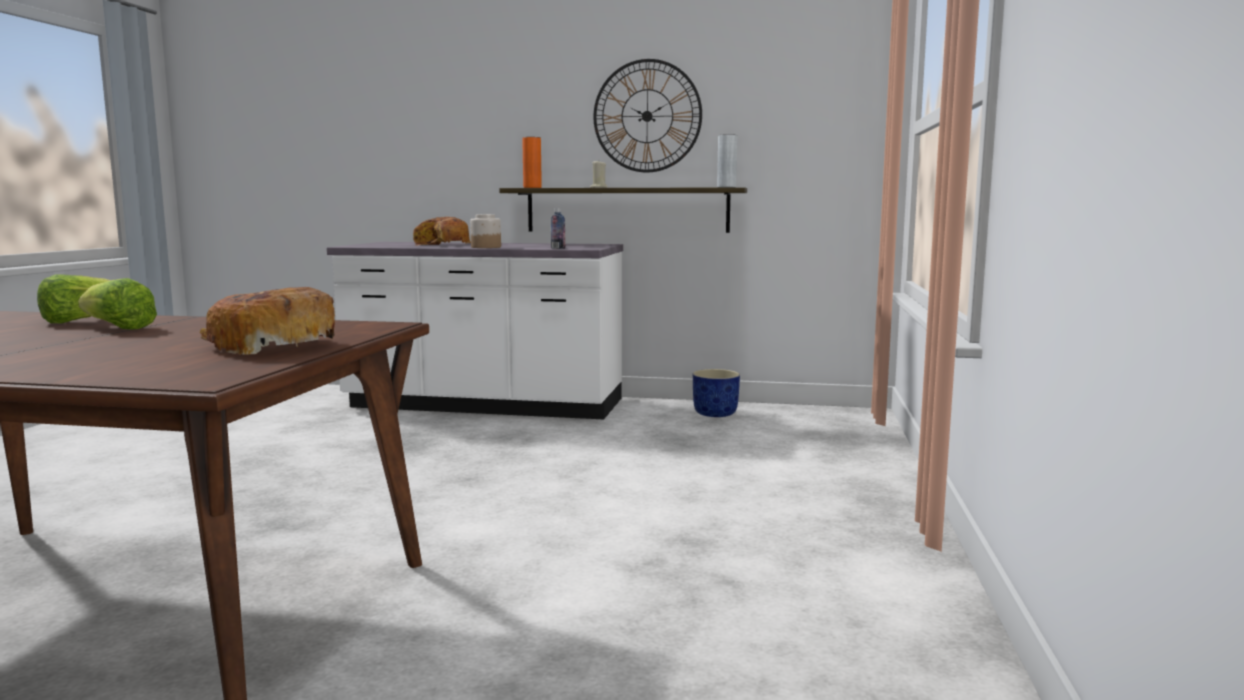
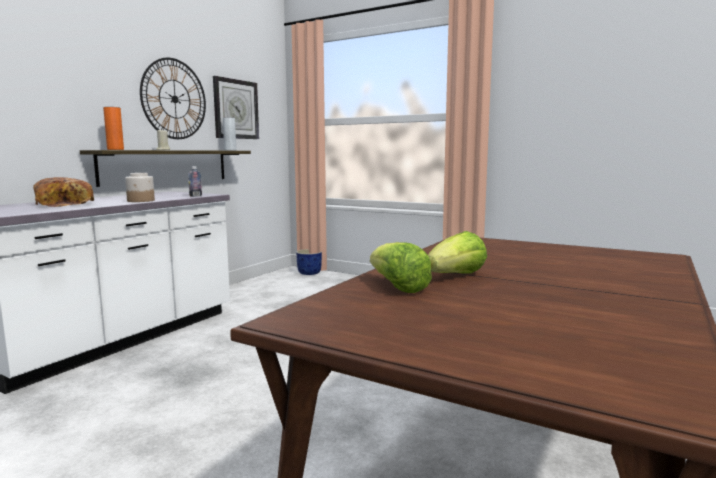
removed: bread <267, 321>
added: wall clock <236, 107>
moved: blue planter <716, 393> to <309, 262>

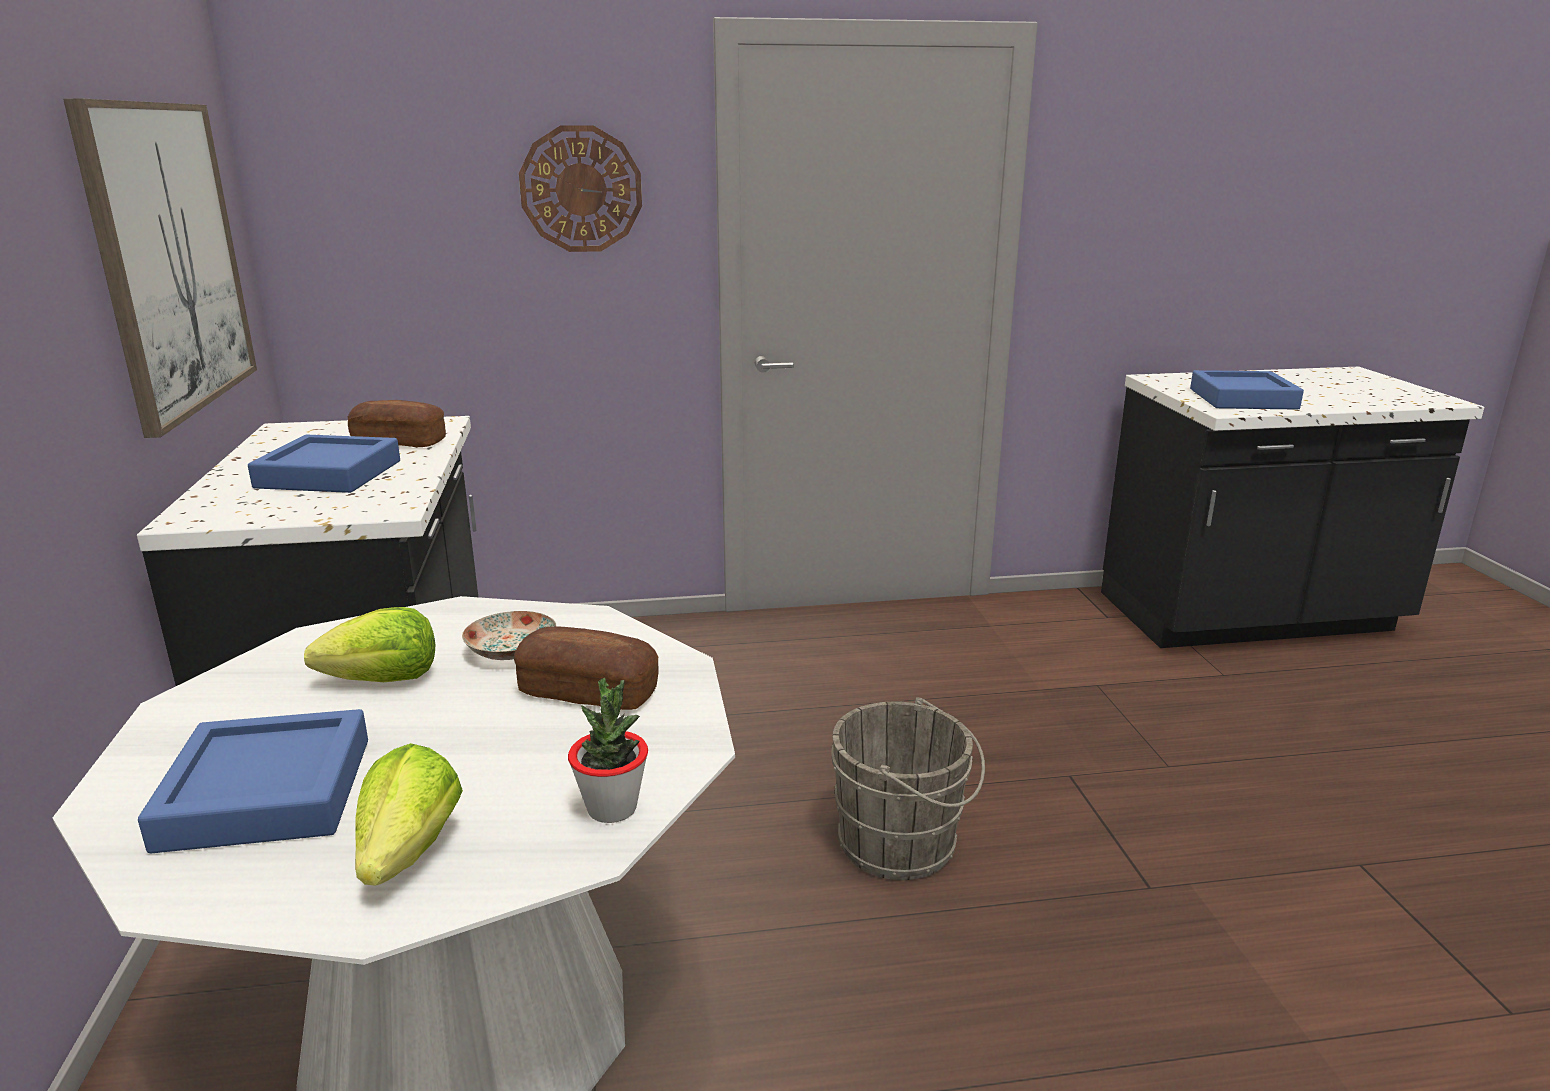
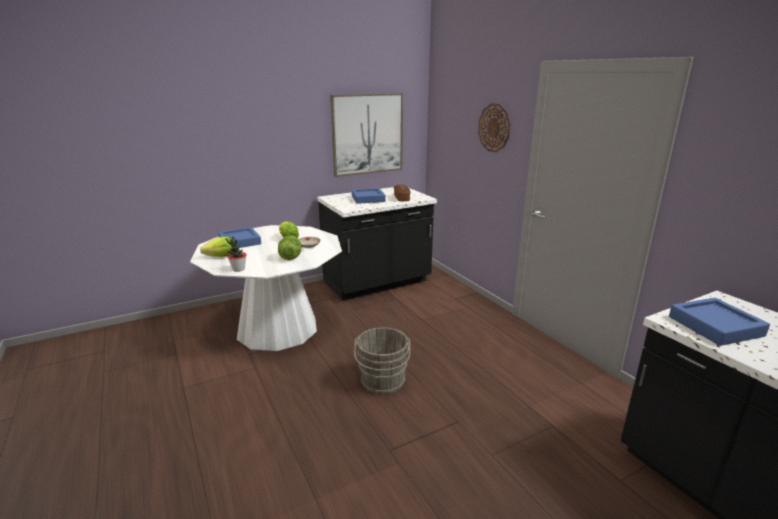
replaced: bread <586, 668> to lettuce <289, 248>

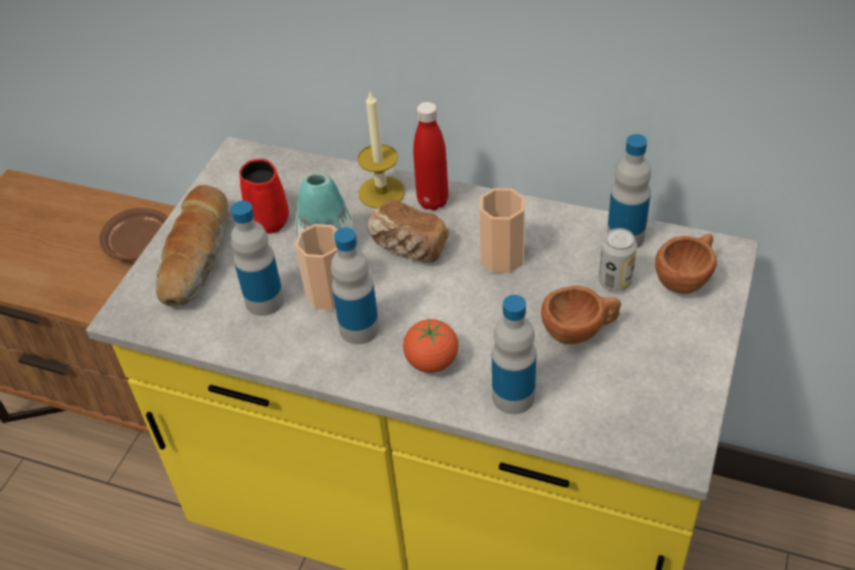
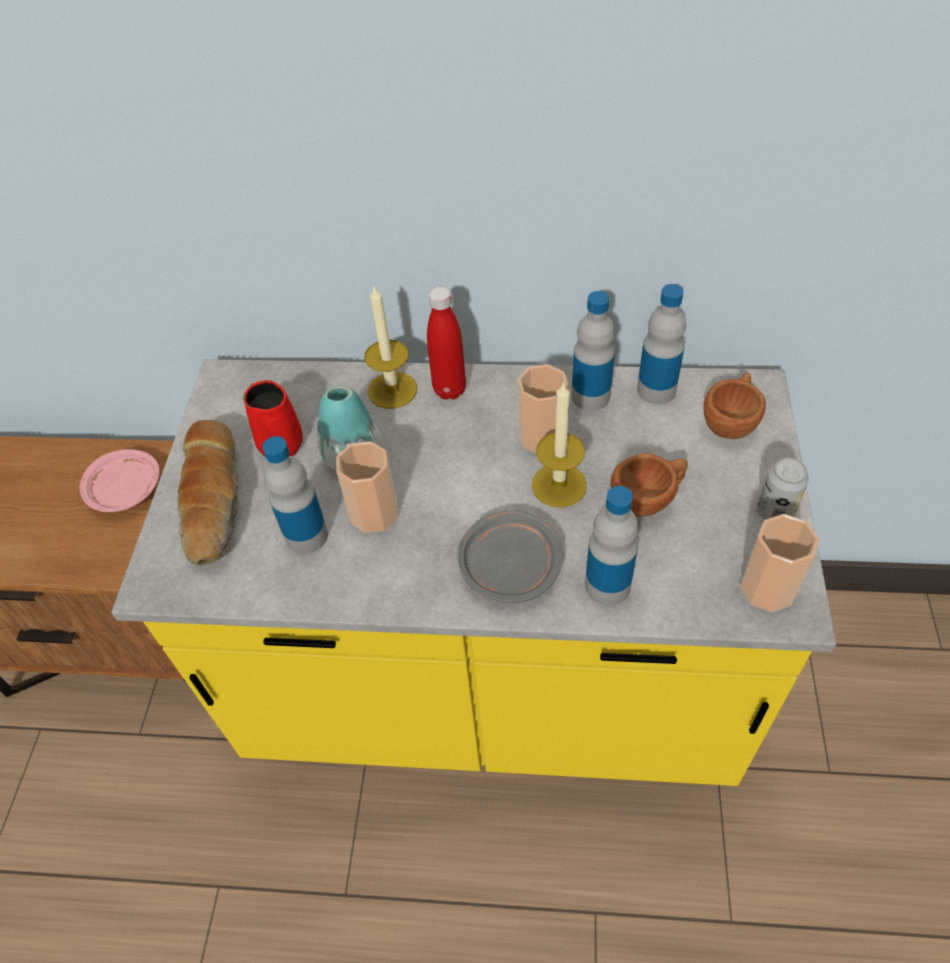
removed: bread <407, 231>
added: candle <559, 444>; cup <779, 563>
moved: bottle <355, 285> to <593, 351>; can <618, 260> to <783, 489>
replaced: tomato <431, 346> to grey plate <510, 556>
recoloured: brown plate <133, 234> to pink plate <120, 480>

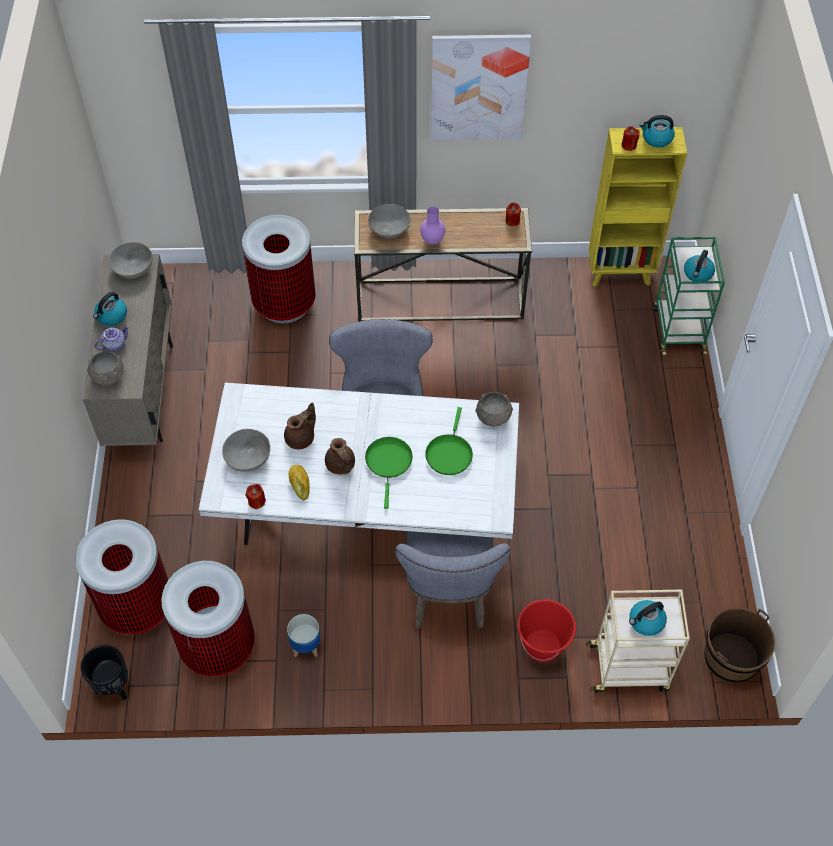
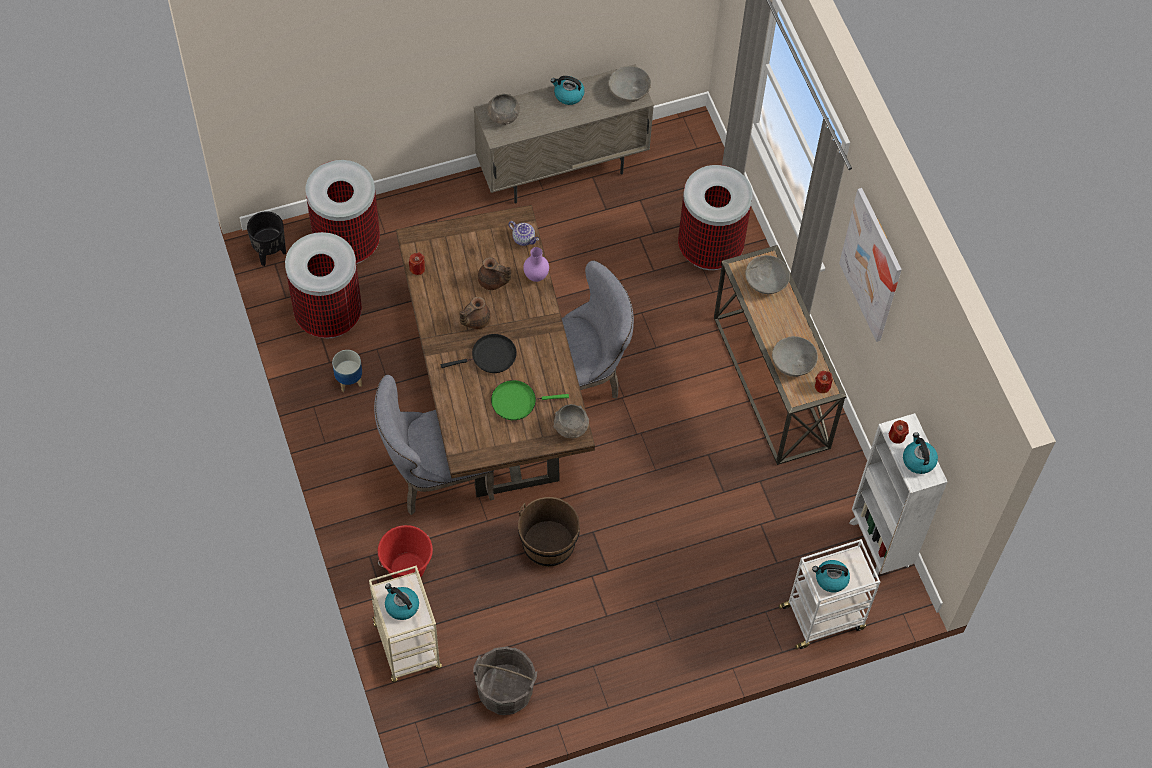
removed: bread <299, 482>
added: grey bucket <505, 680>
moved: purple vase <432, 225> to <536, 264>; teapot <112, 338> to <523, 233>; grey bowl <246, 450> to <795, 356>; brown bucket <739, 645> to <549, 532>
recoloured: yellow bookcase <638, 207> to white bookcase <898, 495>; green cart <689, 296> to white cart <829, 594>; white dining table <359, 464> to brown dining table <495, 351>; green frying pan <389, 473> to black frying pan <479, 353>

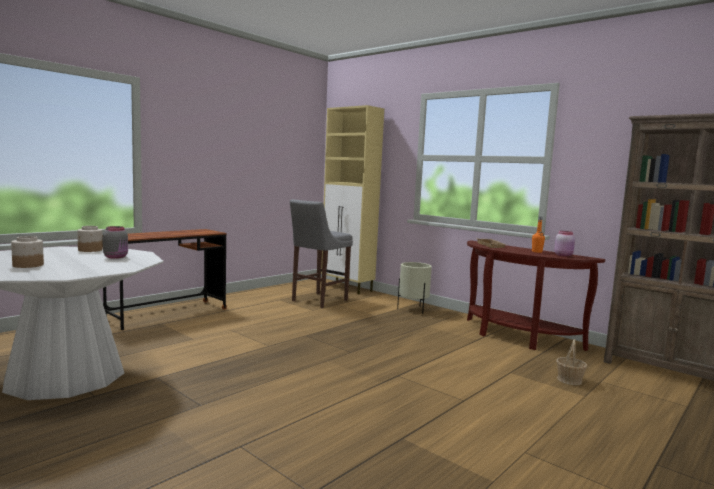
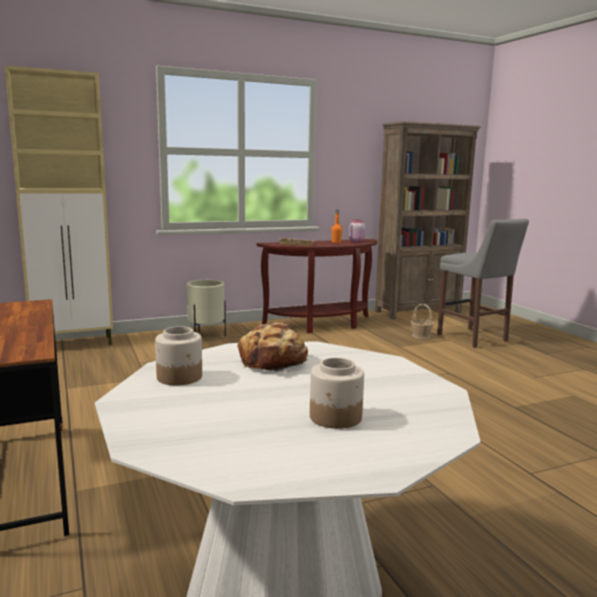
moved: grey stool <321, 253> to <483, 283>
replaced: grey jar <115, 242> to bread <273, 348>

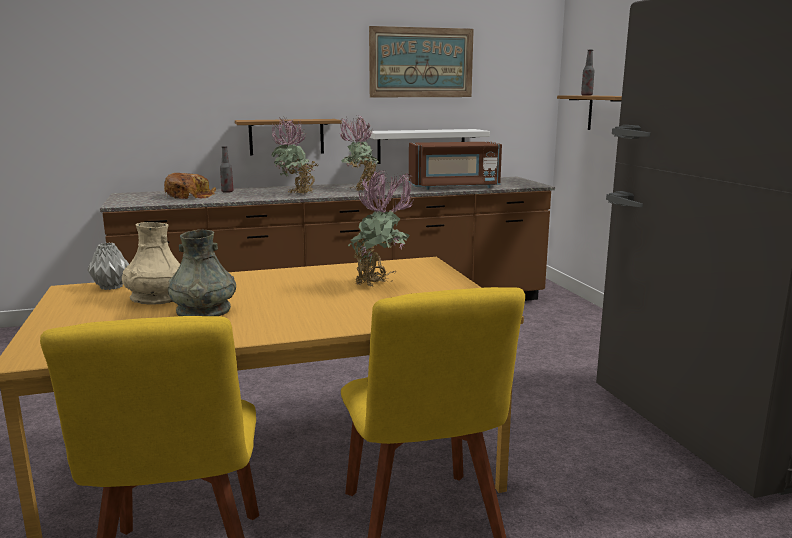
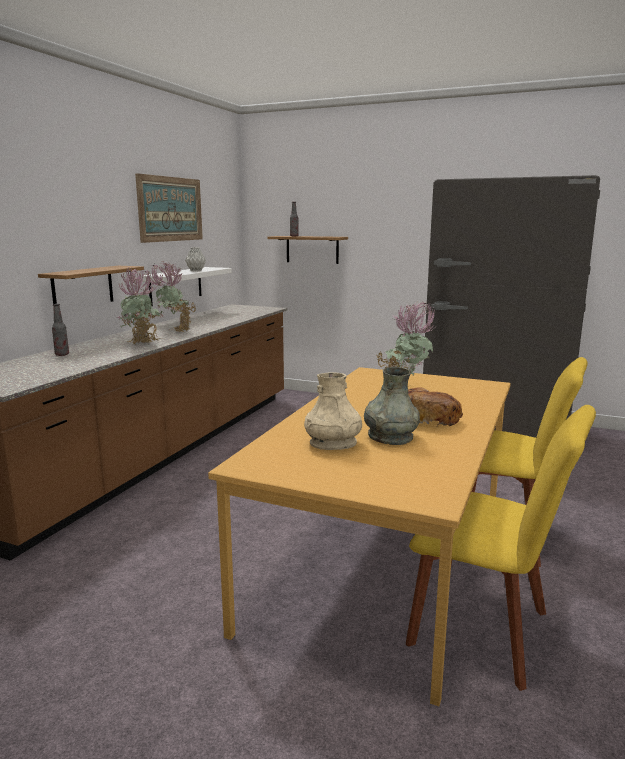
removed: brown microwave <455, 166>
moved: bread <190, 186> to <435, 407>; grey vase <108, 266> to <195, 259>

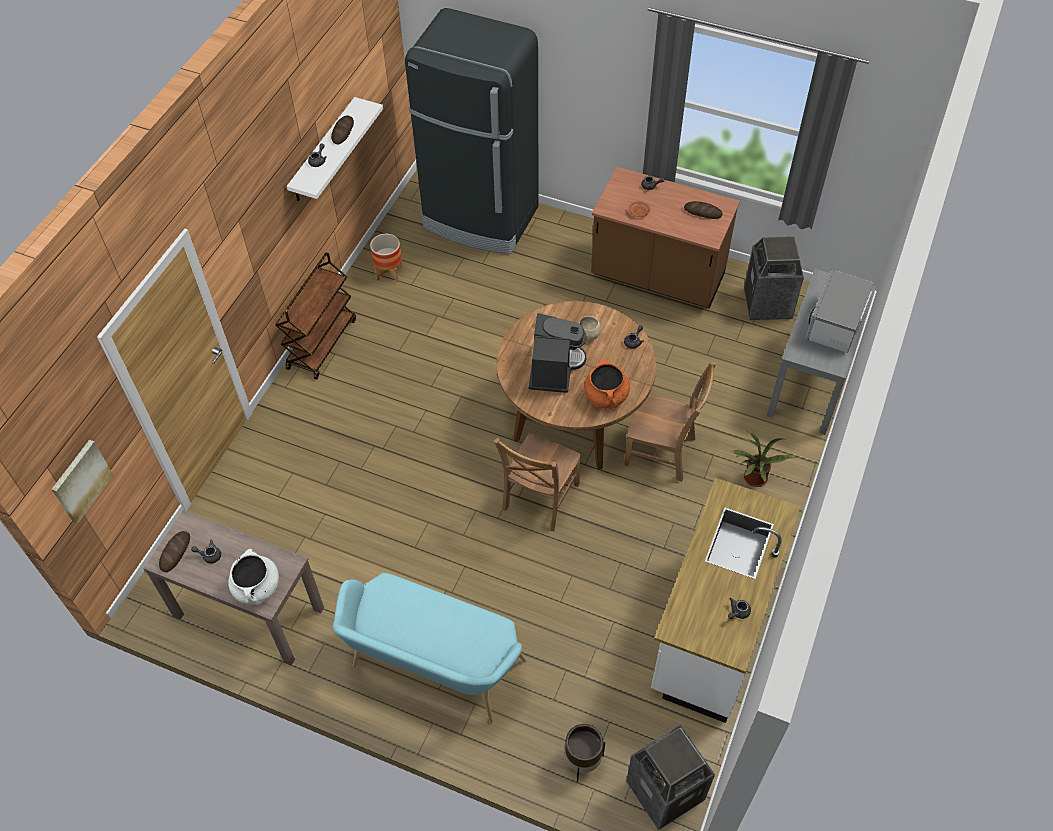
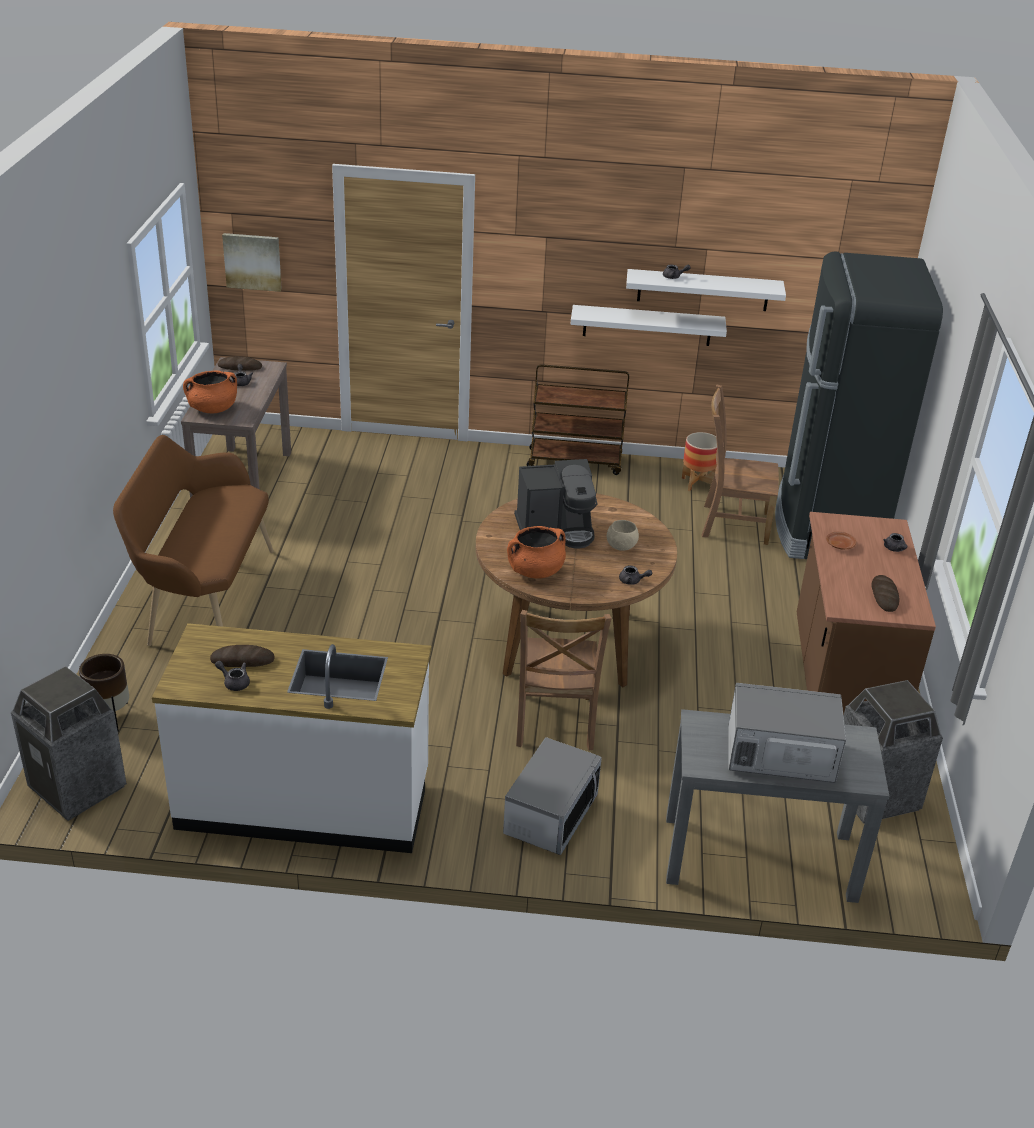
added: white shelf <649, 325>
moved: bread <342, 129> to <242, 656>; brown chair <538, 482> to <740, 465>
replaced: potted plant <765, 459> to microwave <552, 796>
recoloured: white cooking pot <253, 577> to orange cooking pot <210, 392>; turquoise bench <430, 648> to brown bench <193, 540>

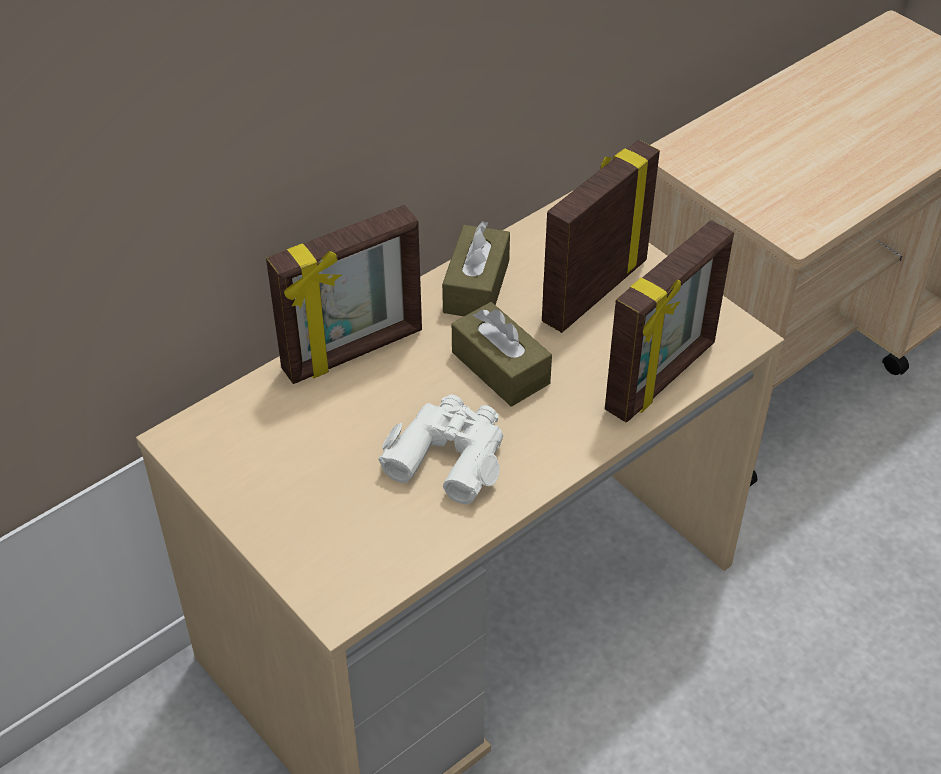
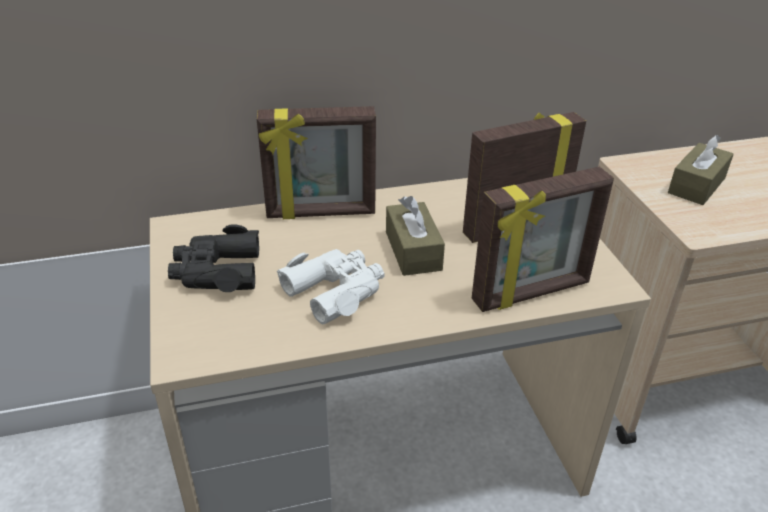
added: black binoculars <213, 258>
moved: brown tissue box <476, 268> to <701, 170>

